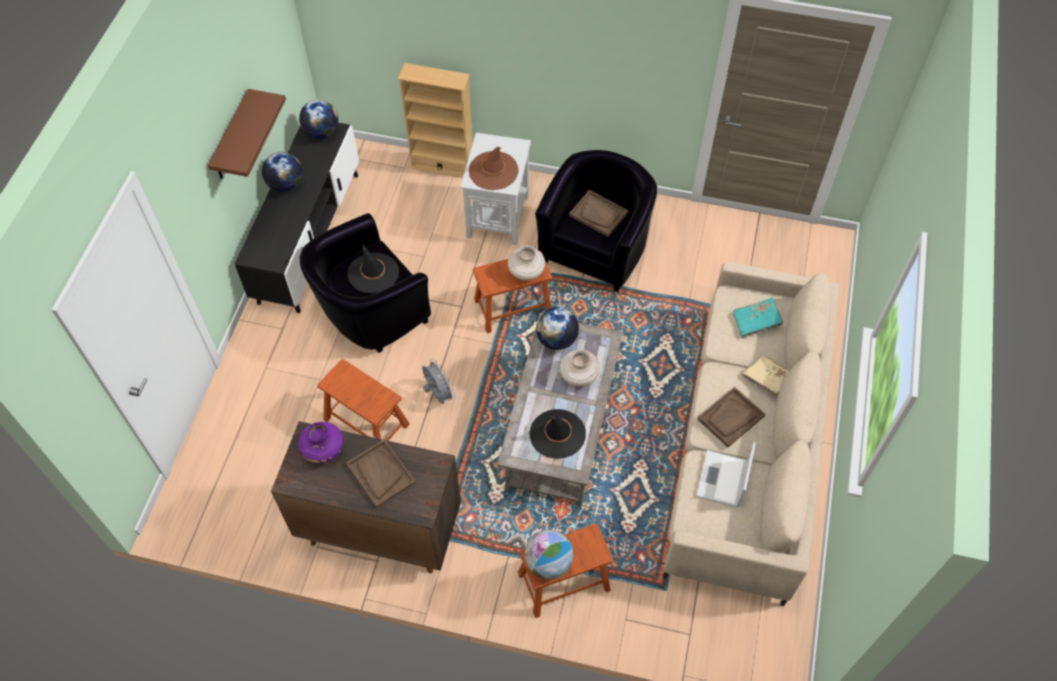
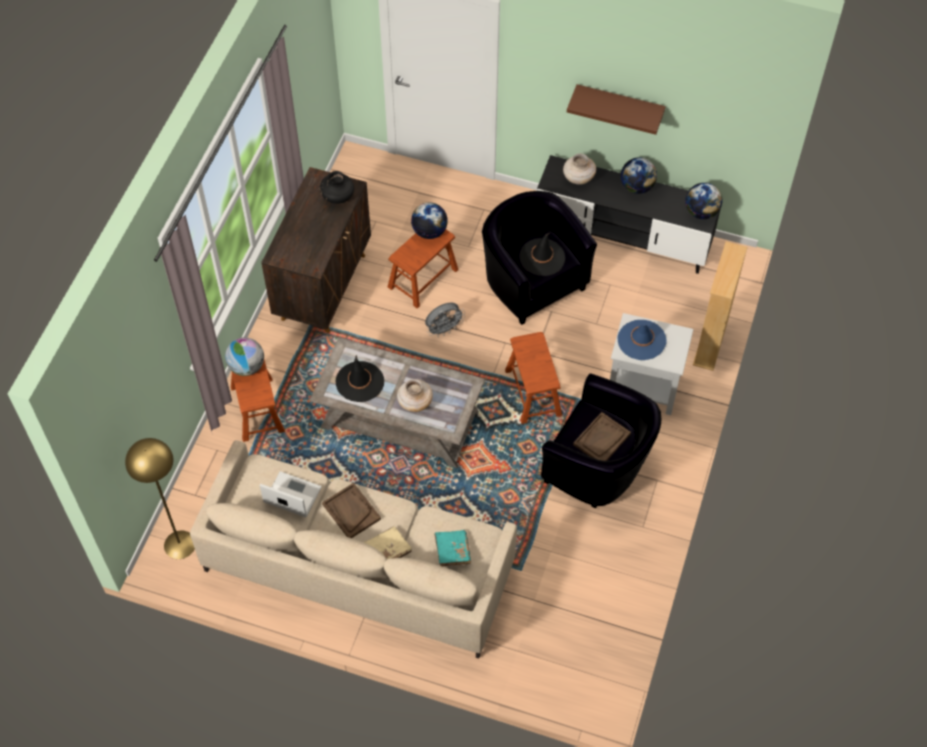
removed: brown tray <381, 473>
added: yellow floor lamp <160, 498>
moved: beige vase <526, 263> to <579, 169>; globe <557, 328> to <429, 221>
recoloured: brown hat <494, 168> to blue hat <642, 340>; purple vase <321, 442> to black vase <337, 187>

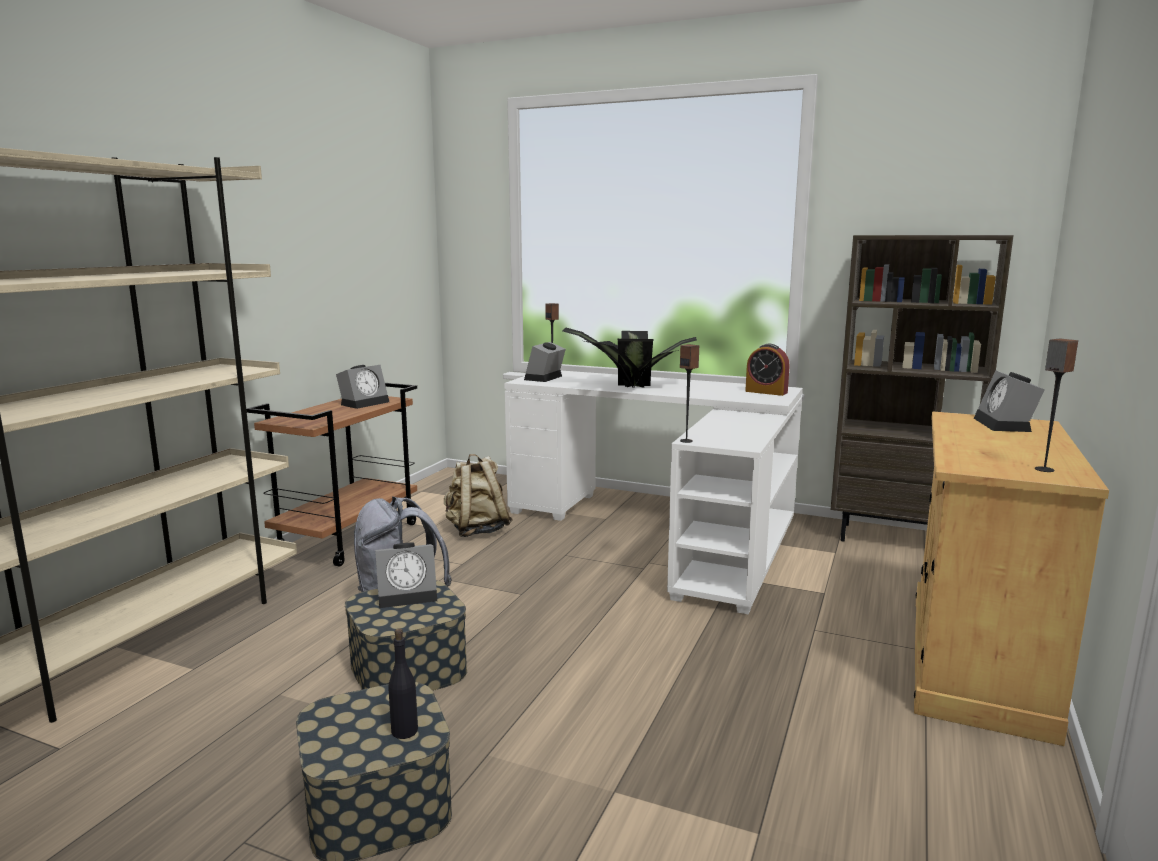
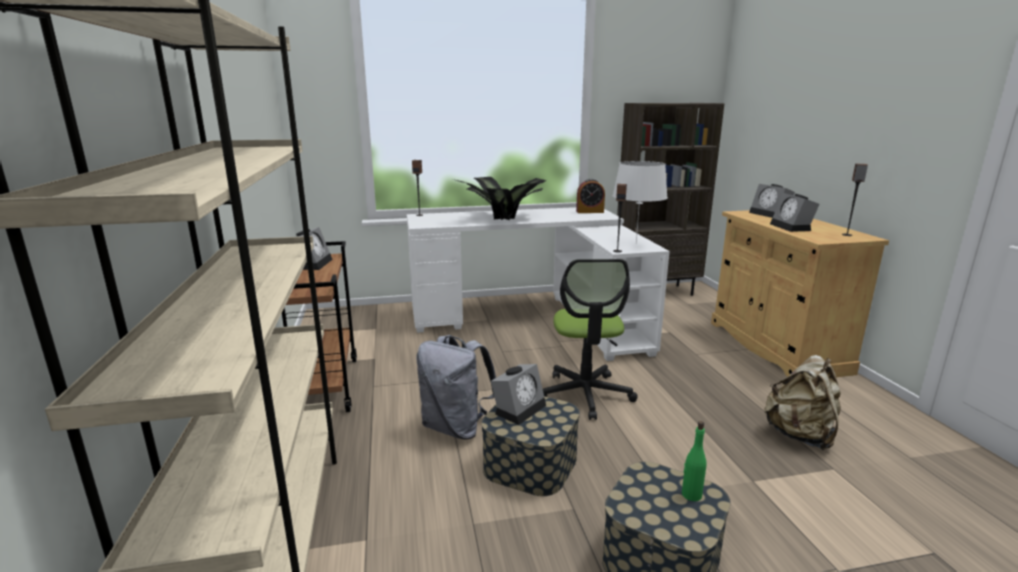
added: white table lamp <640, 202>; office chair <590, 339>
moved: alarm clock <545, 362> to <794, 212>; beige backpack <478, 495> to <802, 402>
recoloured: black bottle <403, 683> to green bottle <694, 461>

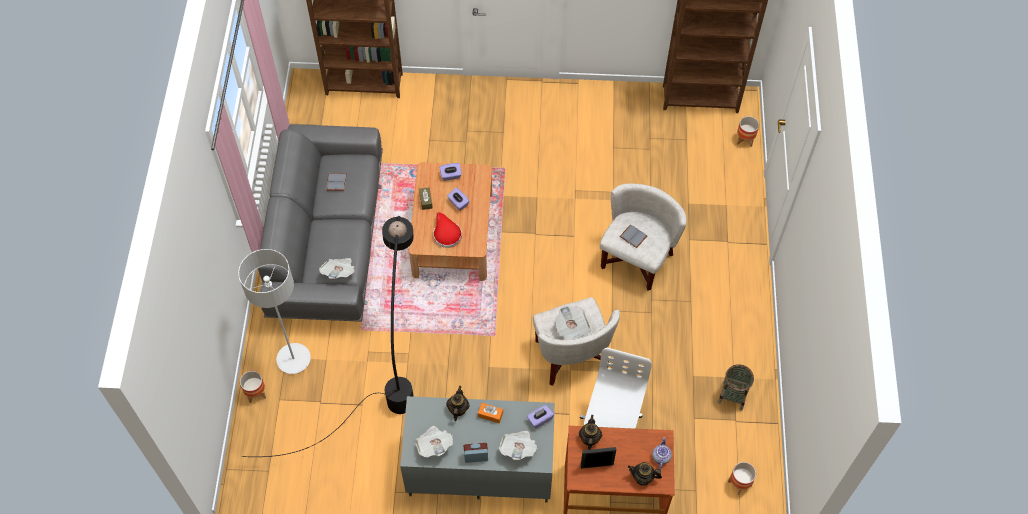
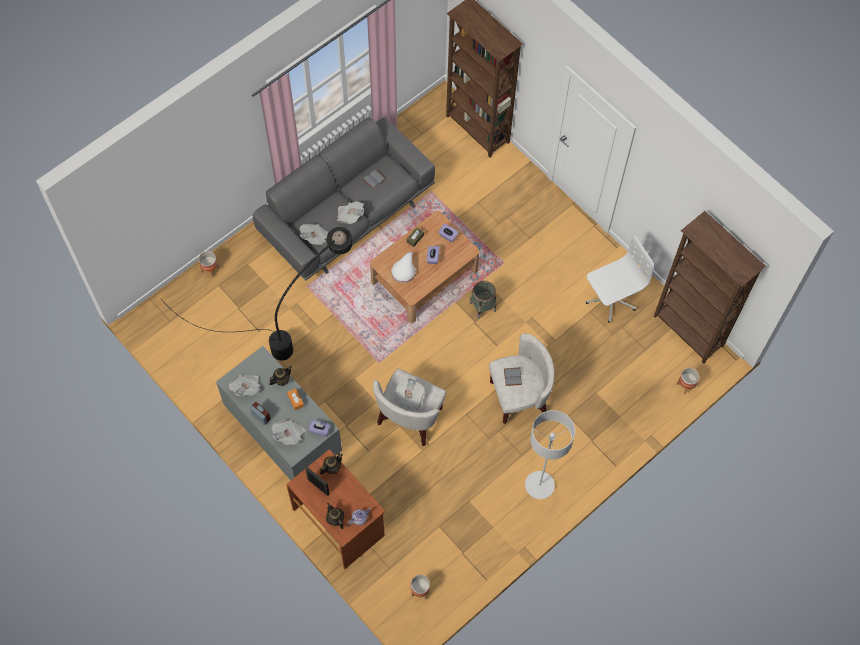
added: newspaper <350, 212>
moved: grey floor lamp <274, 311> to <550, 454>; white office chair <616, 388> to <620, 279>; basket <735, 387> to <482, 300>
recoloured: red hat <447, 230> to white hat <403, 267>

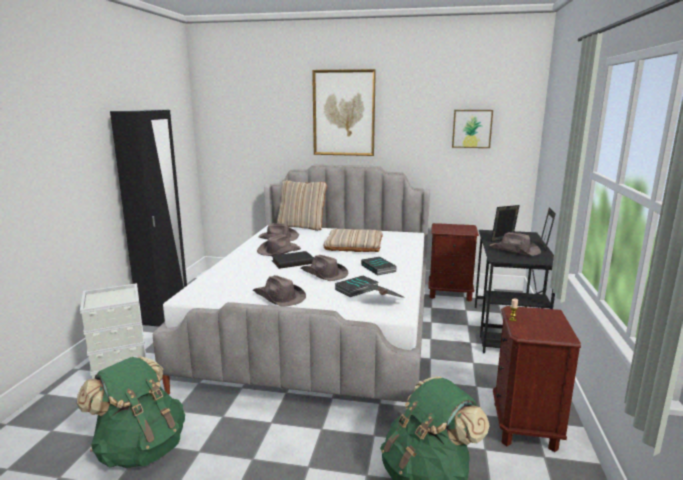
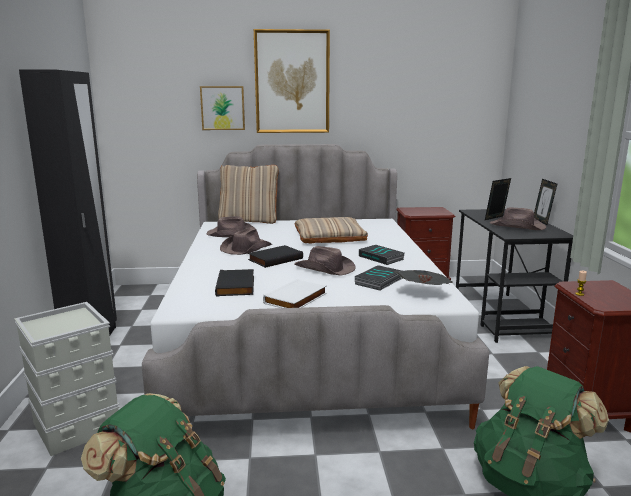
added: black book <234, 282>
moved: picture <472, 129> to <222, 108>
replaced: brown hat <279, 291> to white book <295, 293>

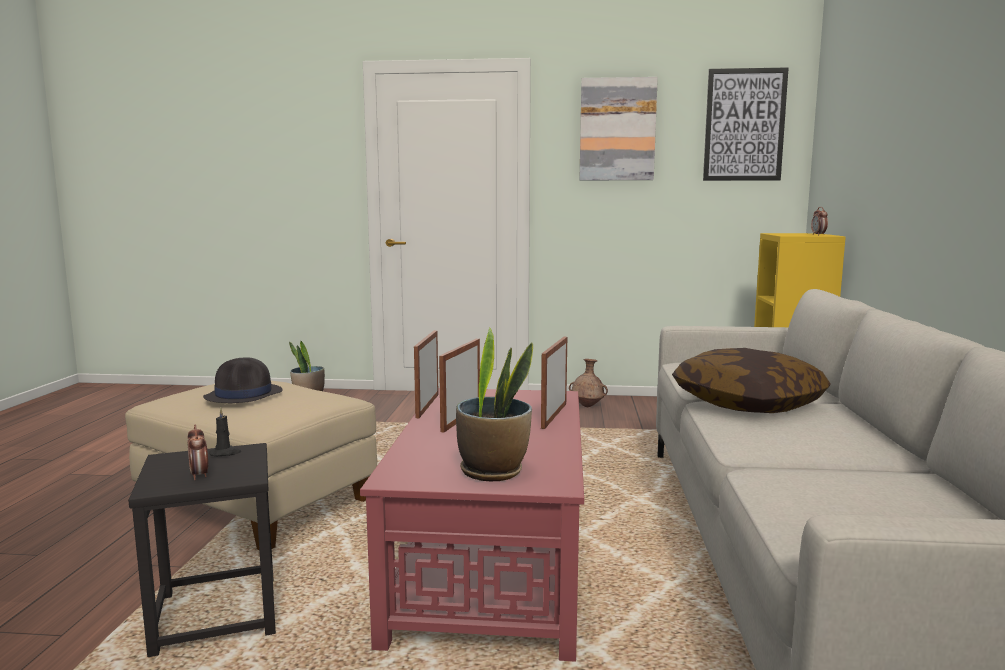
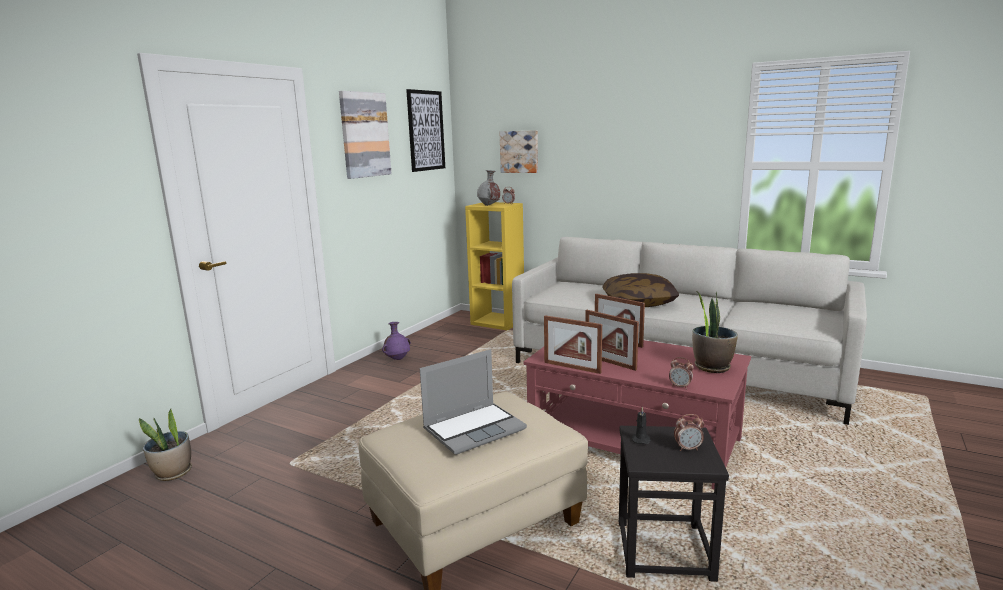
added: picture <519, 151>; grey vase <488, 188>; alarm clock <681, 373>
replaced: black hat <243, 380> to laptop <473, 402>
recoloured: brown vase <588, 383> to purple vase <396, 341>

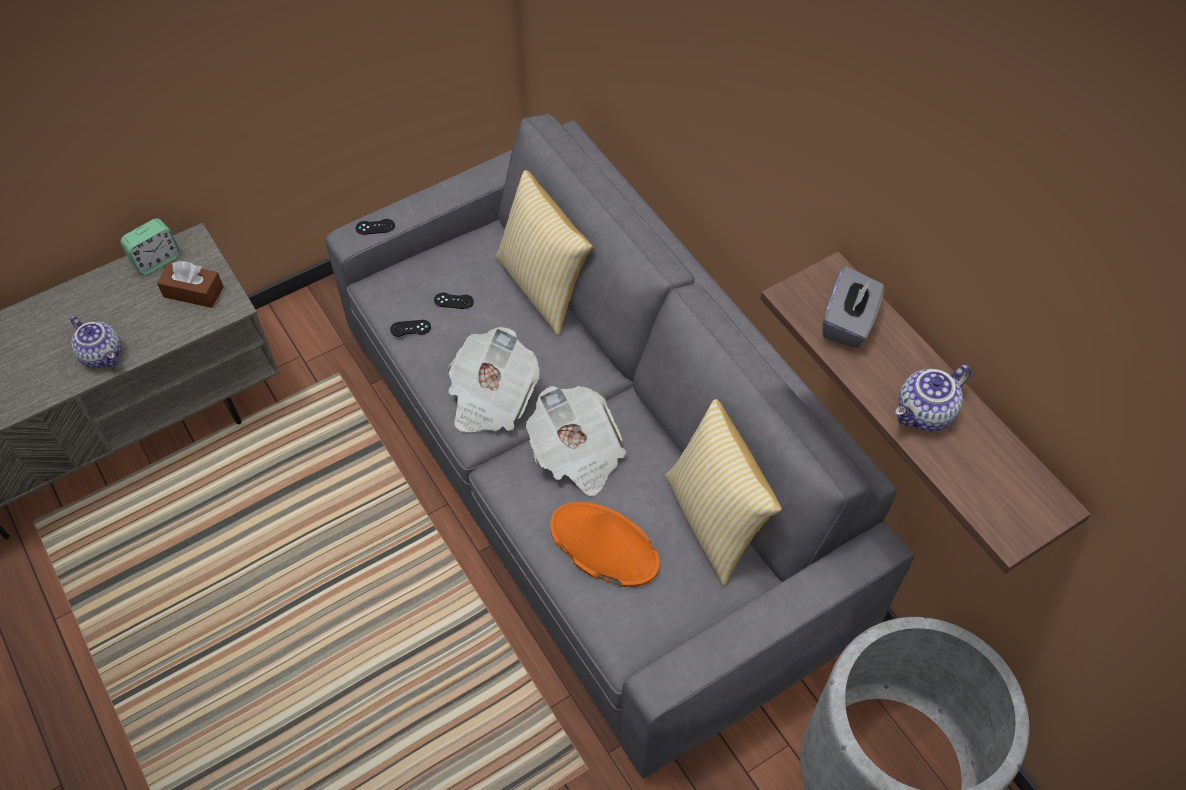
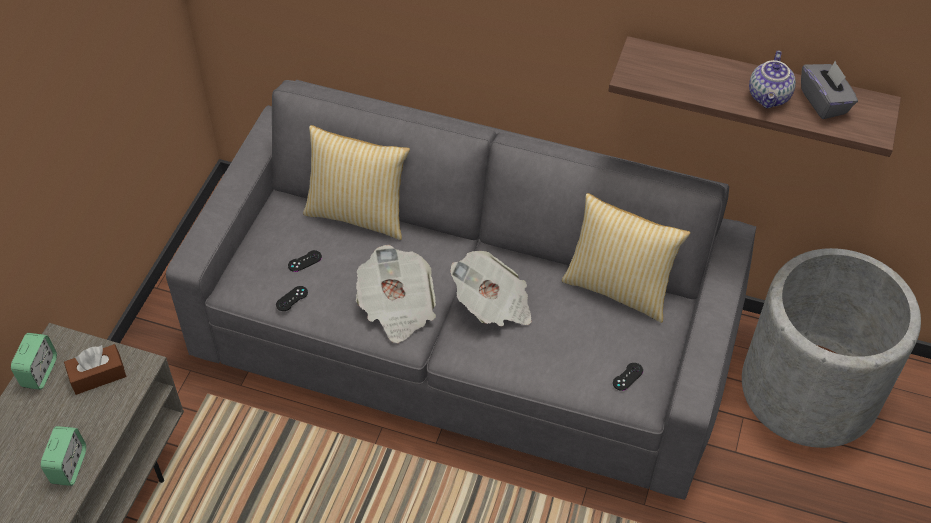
removed: orange hat <605, 544>
moved: black game controller <375, 227> to <628, 377>; grey tissue box <853, 307> to <829, 89>
replaced: teapot <95, 342> to alarm clock <63, 456>

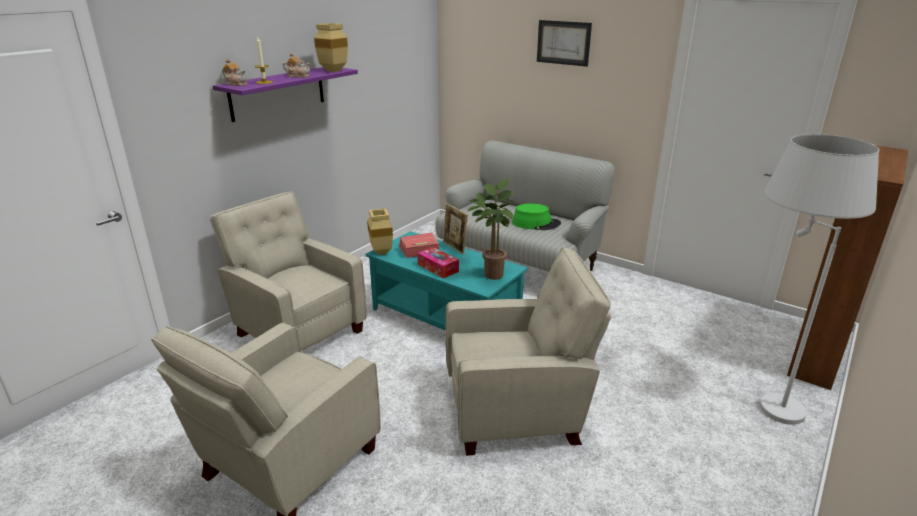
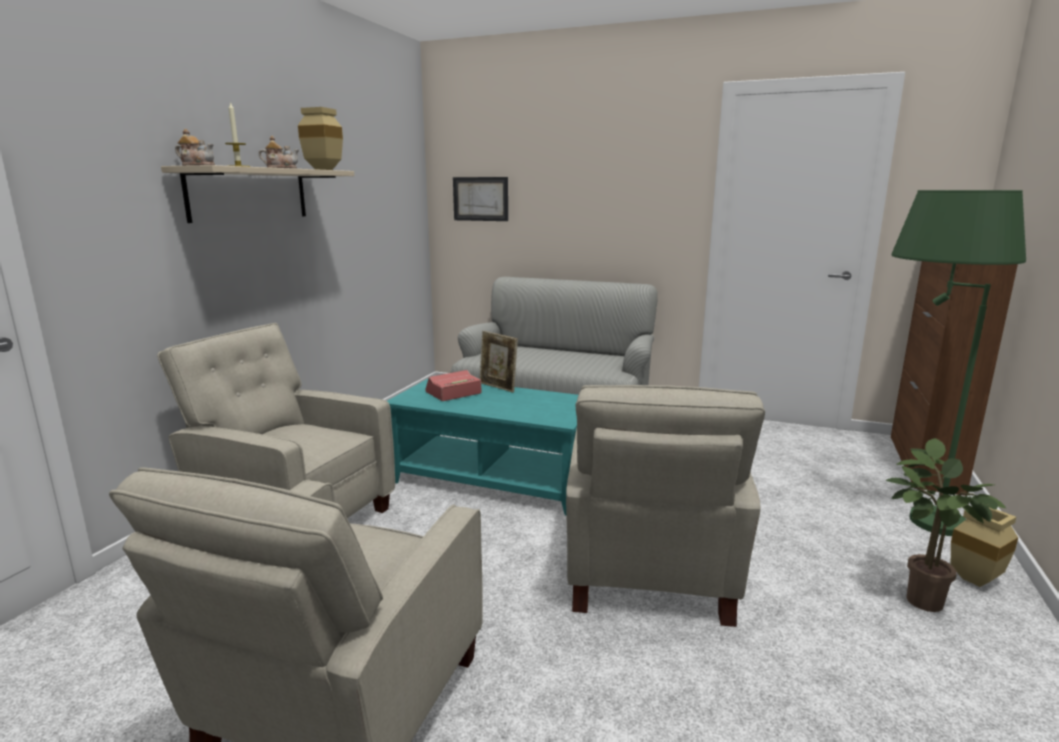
removed: green hat <536, 216>; tissue box <438, 262>
moved: picture <564, 43> to <480, 199>; potted plant <491, 229> to <946, 525>; beige vase <380, 231> to <984, 547>
recoloured: purple shelf <285, 94> to beige shelf <257, 194>; white floor lamp <819, 279> to green floor lamp <959, 363>
turned: beige armchair <528, 351> = <665, 506> 120 degrees clockwise

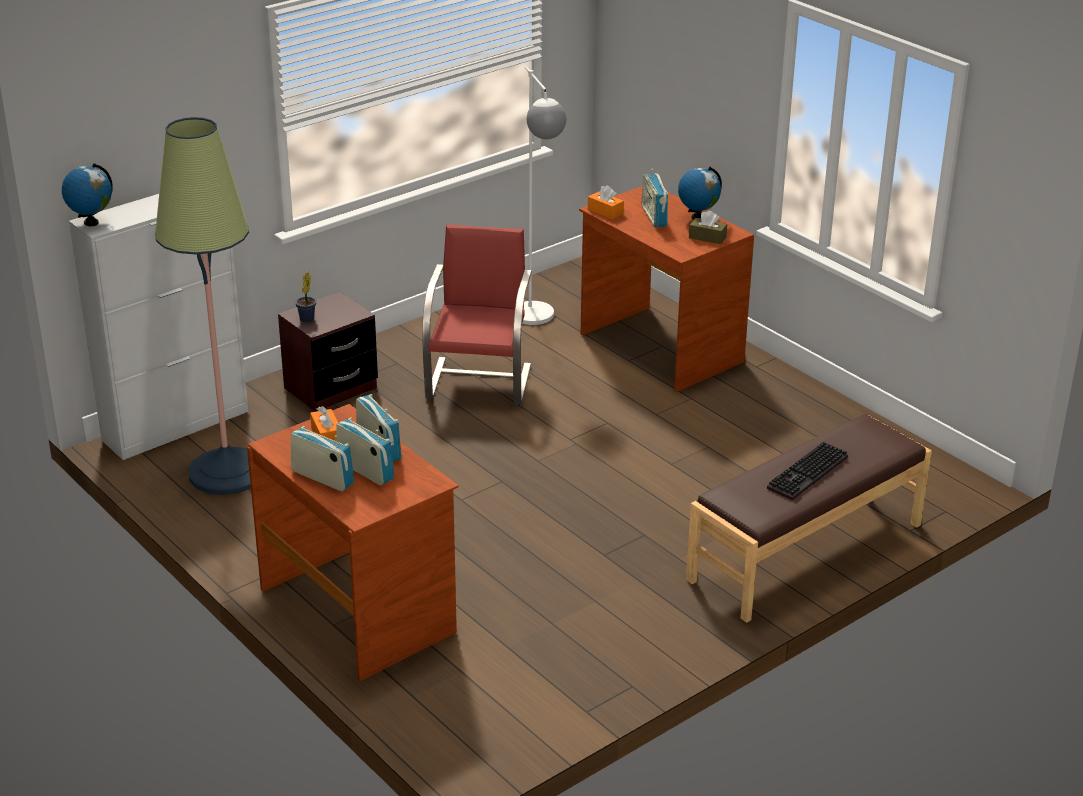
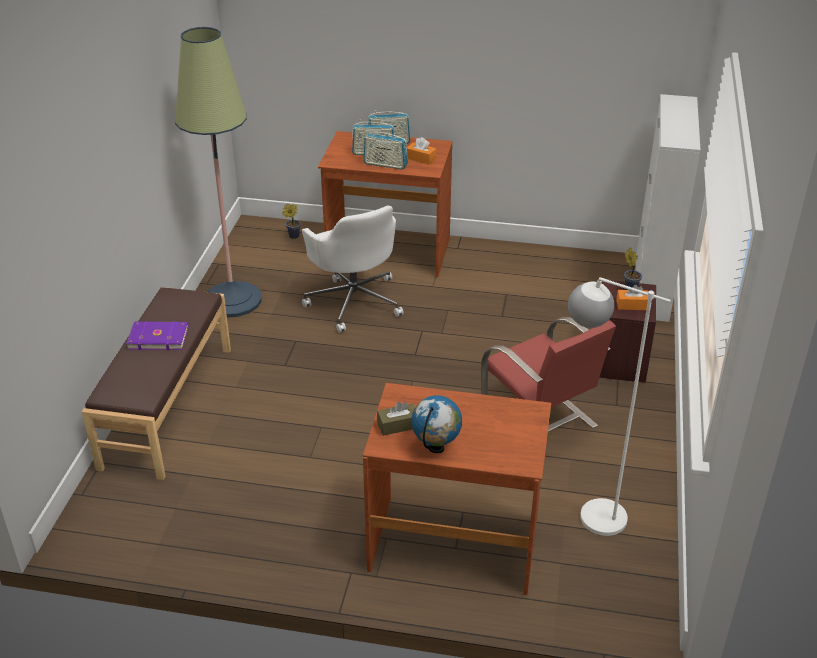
removed: globe <87, 194>; radio <654, 198>
added: potted plant <291, 221>; white office chair <353, 269>
moved: floor lamp <203, 306> to <218, 172>; orange tissue box <606, 202> to <632, 297>
replaced: keyboard <807, 471> to purple book <157, 335>

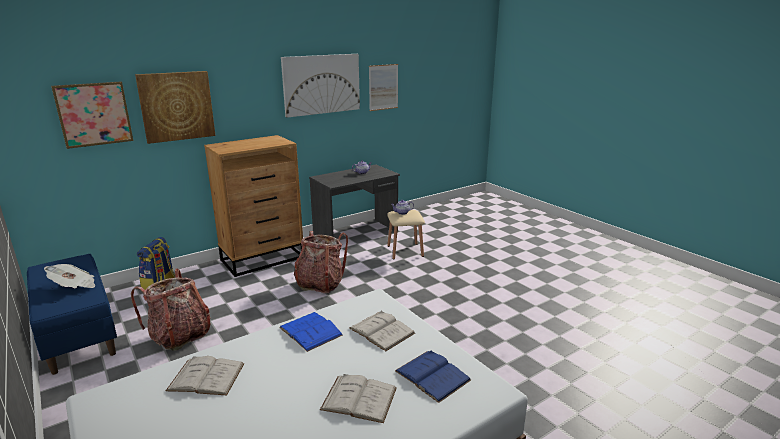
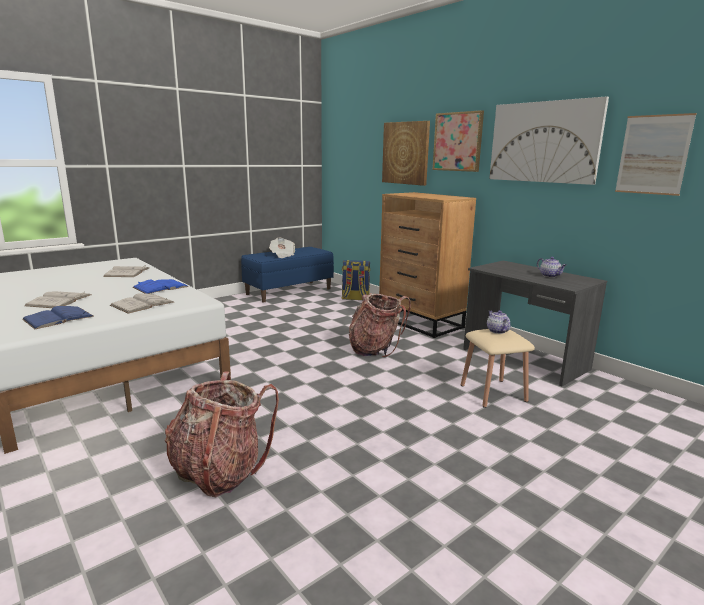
moved: picture <92, 115> to <458, 141>; backpack <171, 310> to <221, 434>

